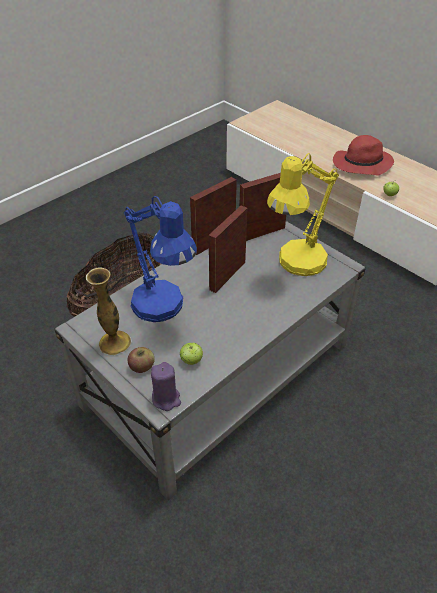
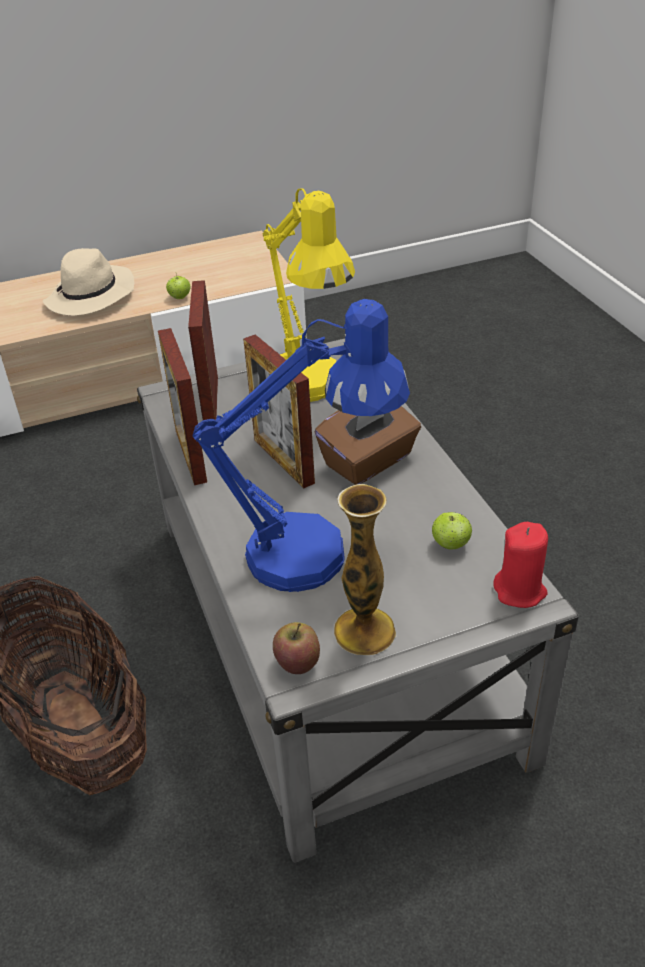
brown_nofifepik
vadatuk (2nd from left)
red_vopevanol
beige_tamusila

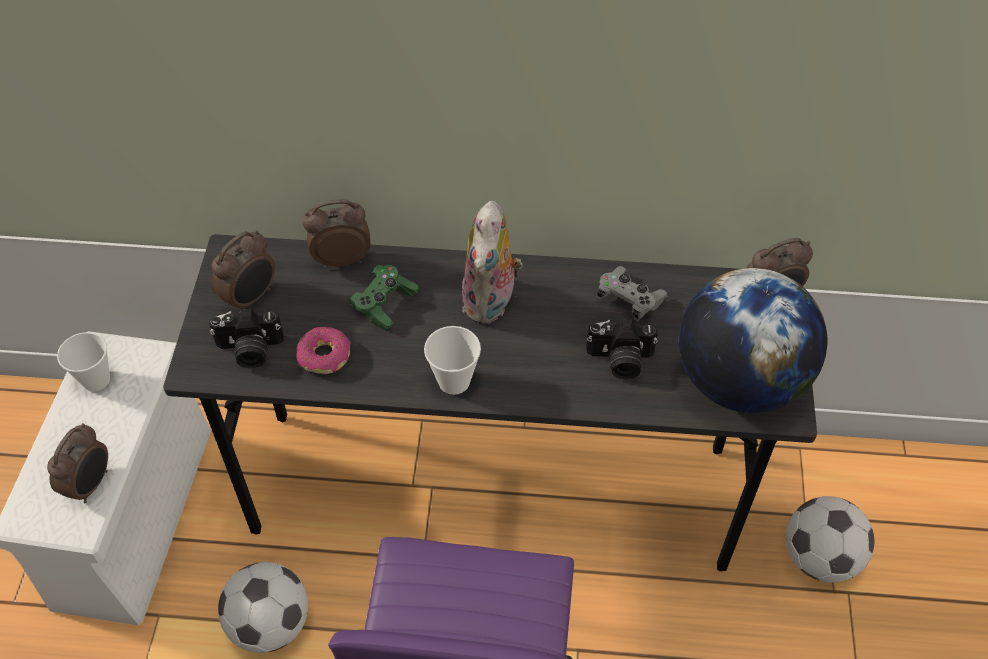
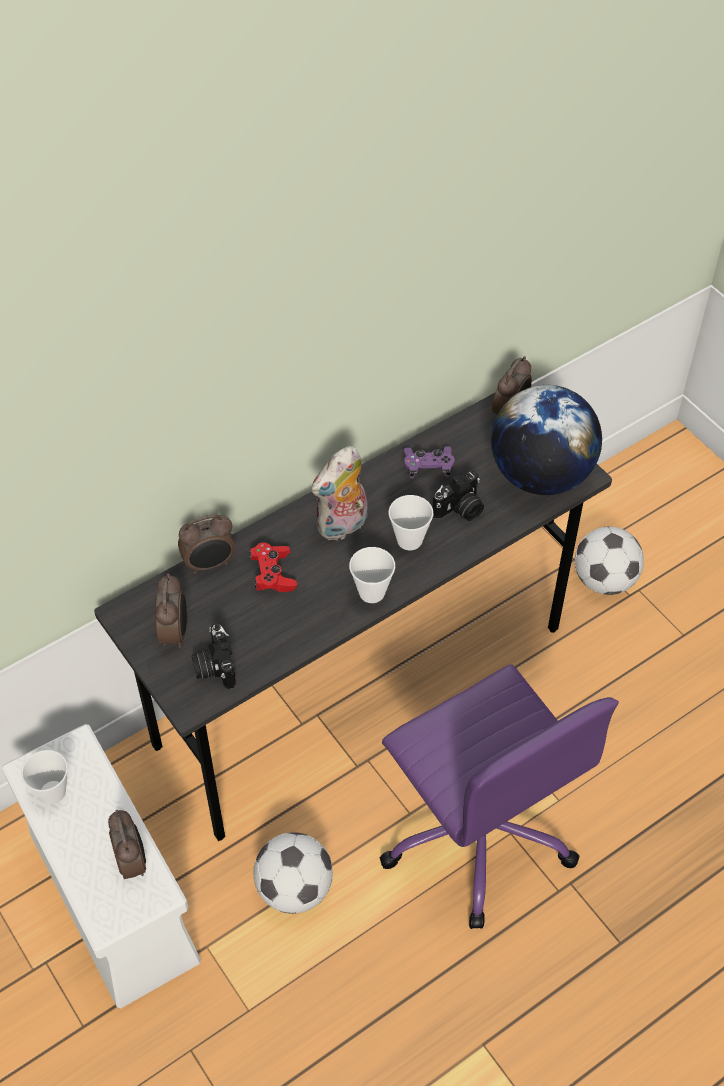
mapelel
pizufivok (3rd from left)
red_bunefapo
purple_bunefapo
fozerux (1st from left)
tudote (3rd from left)
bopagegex

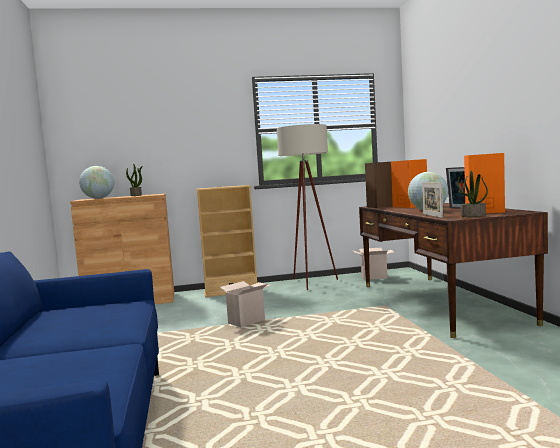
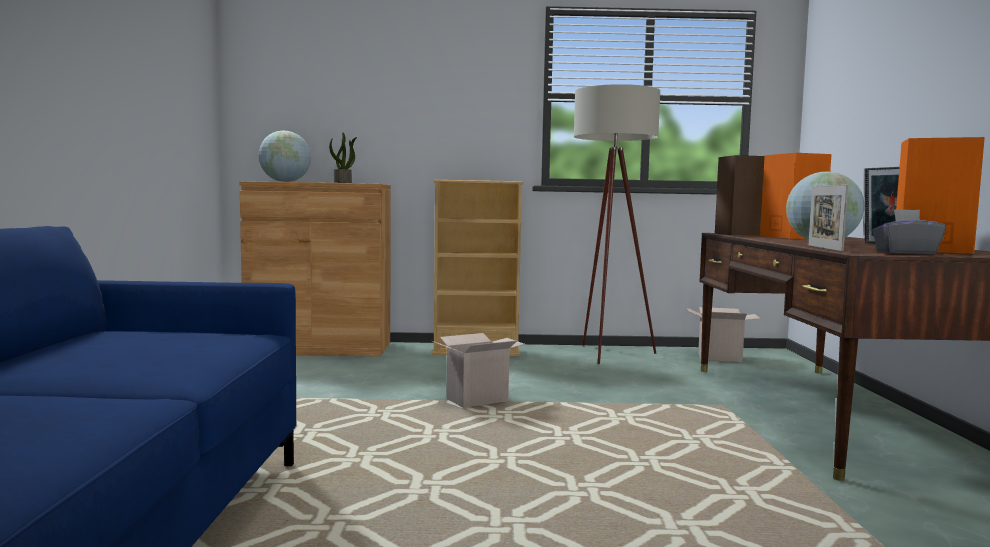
grey_nofifepik

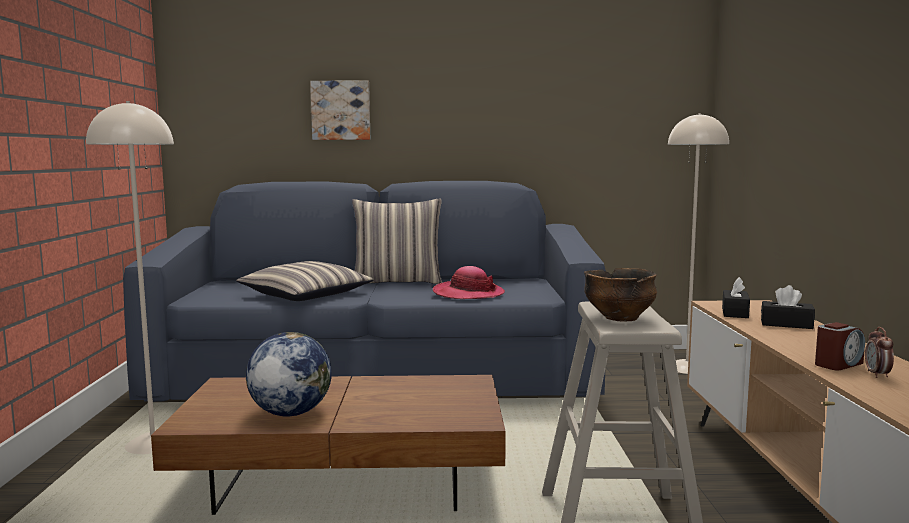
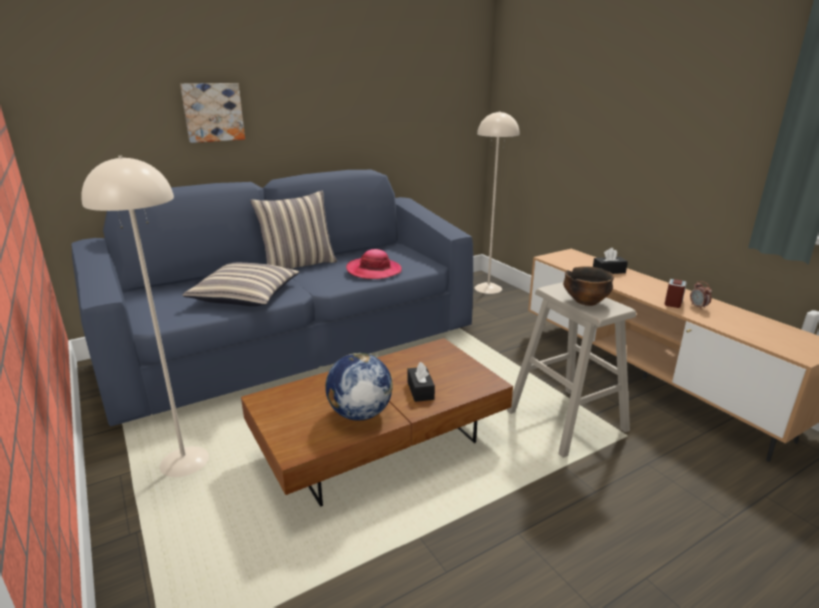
black_nofifepik (1st from left)

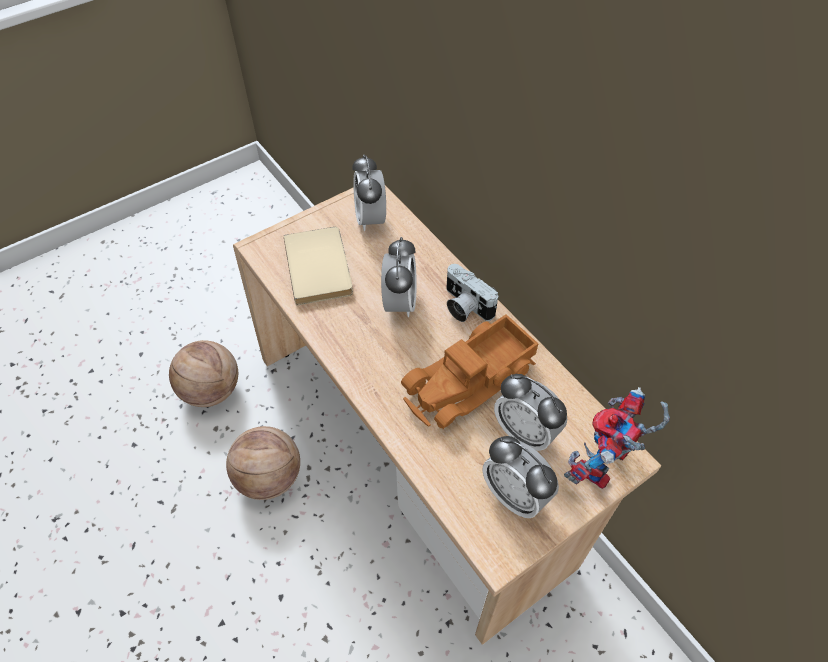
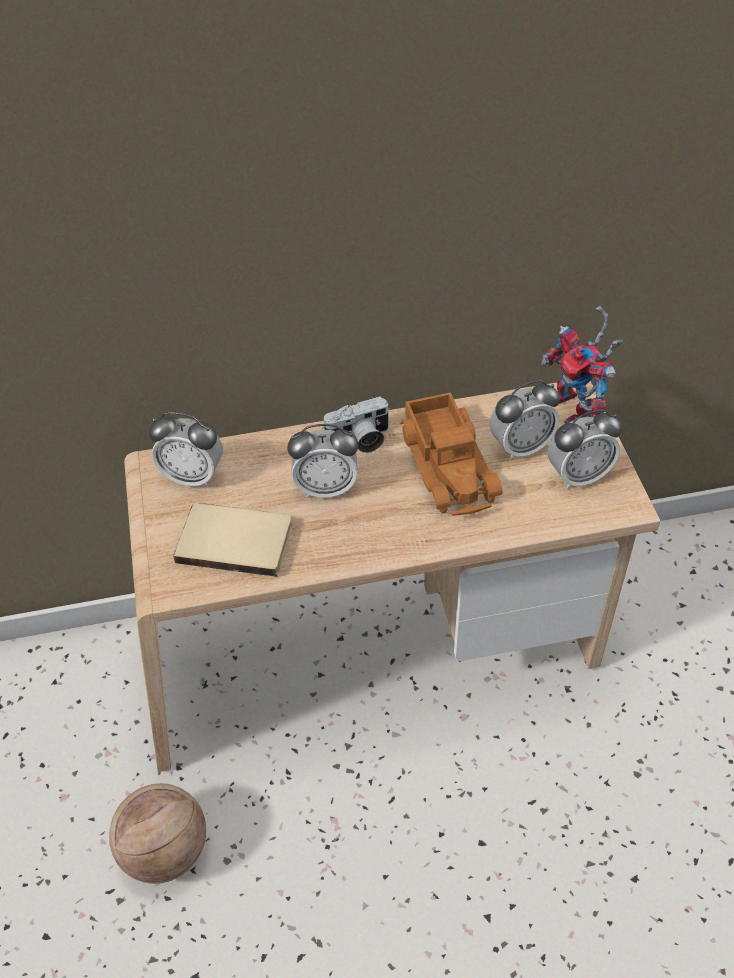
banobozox (2nd from left in the first image)
tudote (2nd from left)

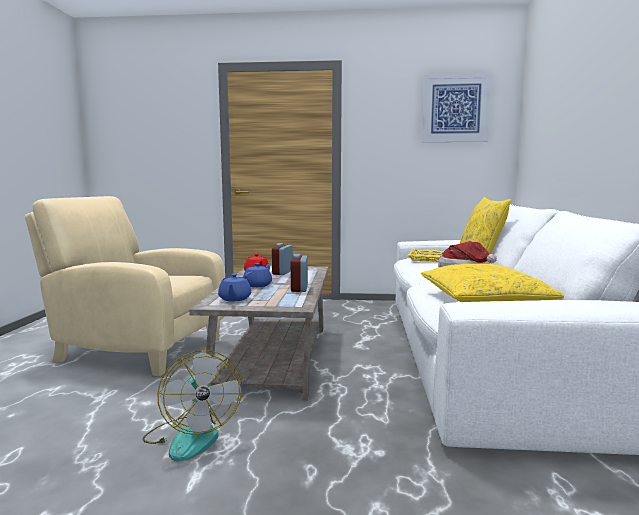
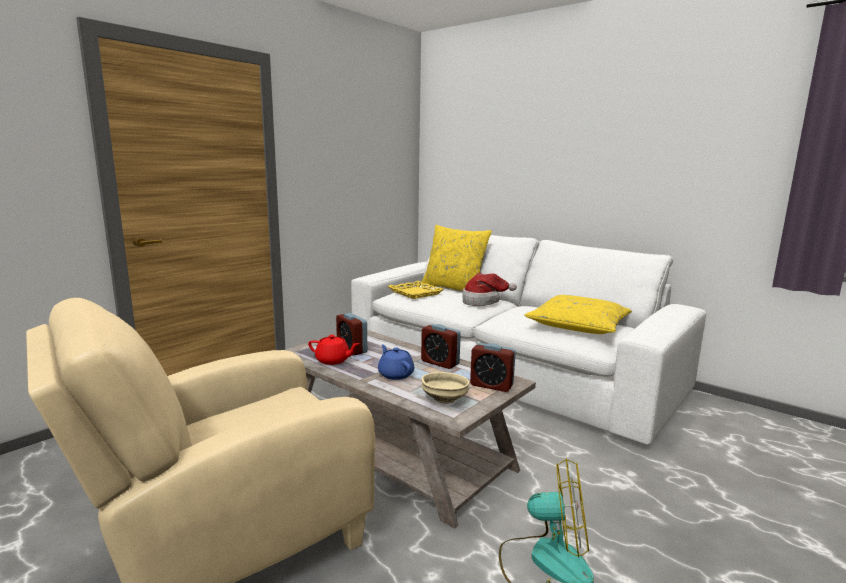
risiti
tudote (3rd from left)
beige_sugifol

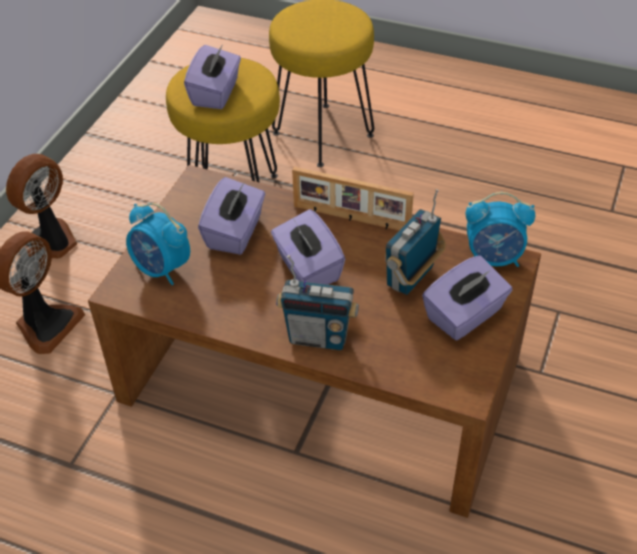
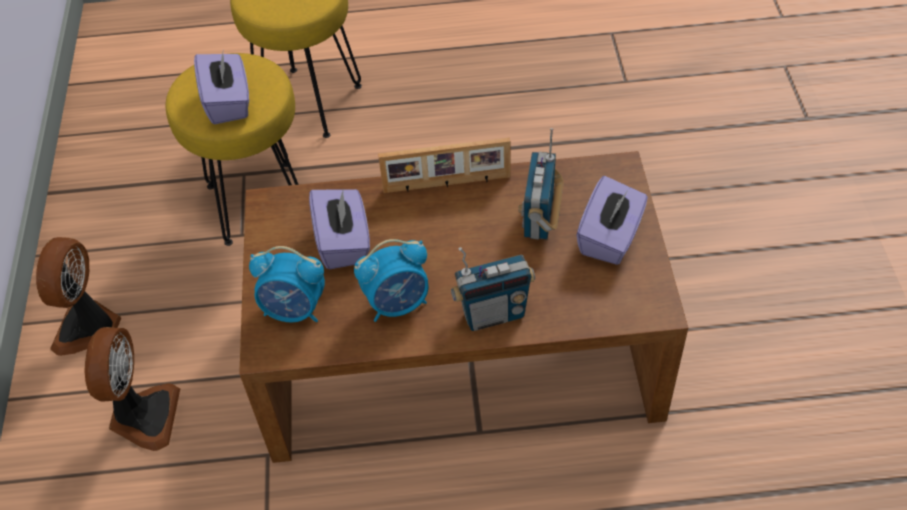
purple_nofifepik (3rd from left in the first image)
tudote (2nd from left)

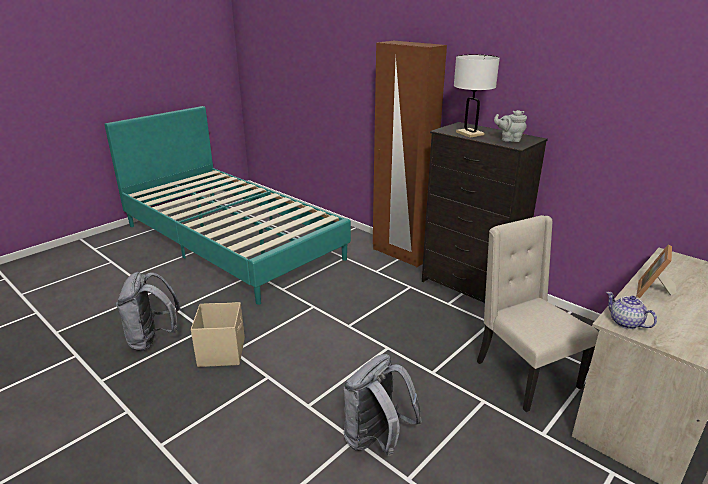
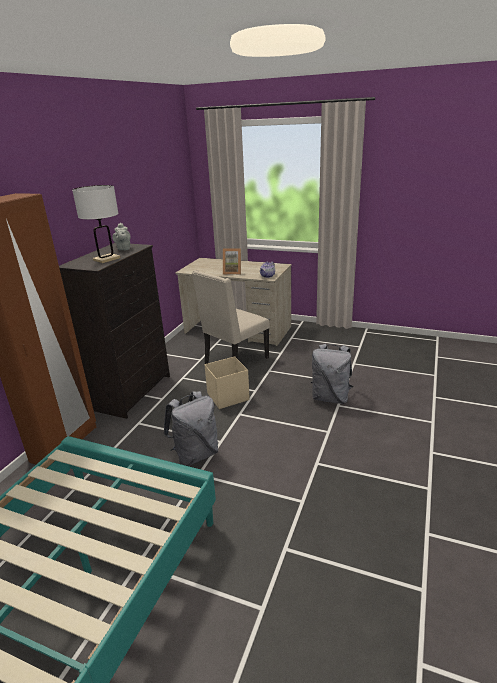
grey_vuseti (1st from left)
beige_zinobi

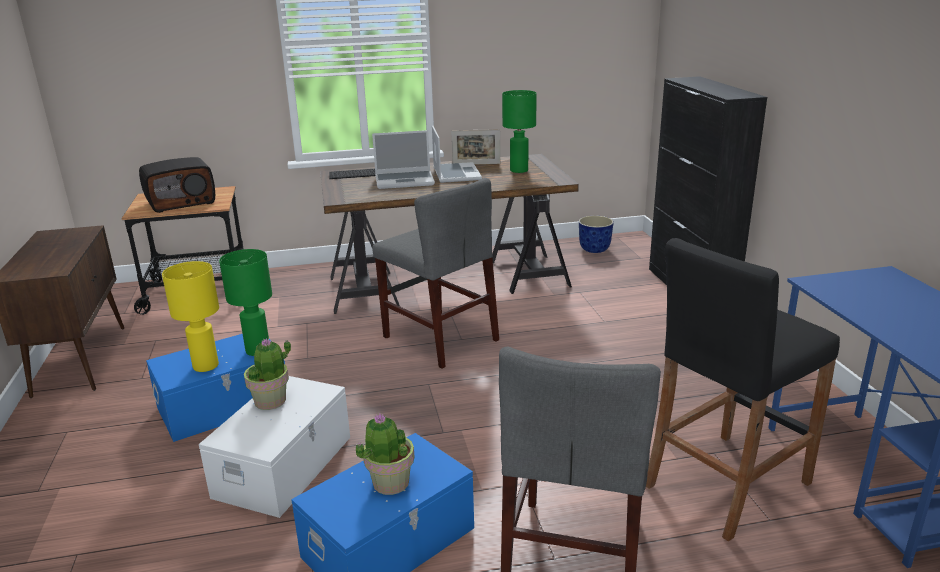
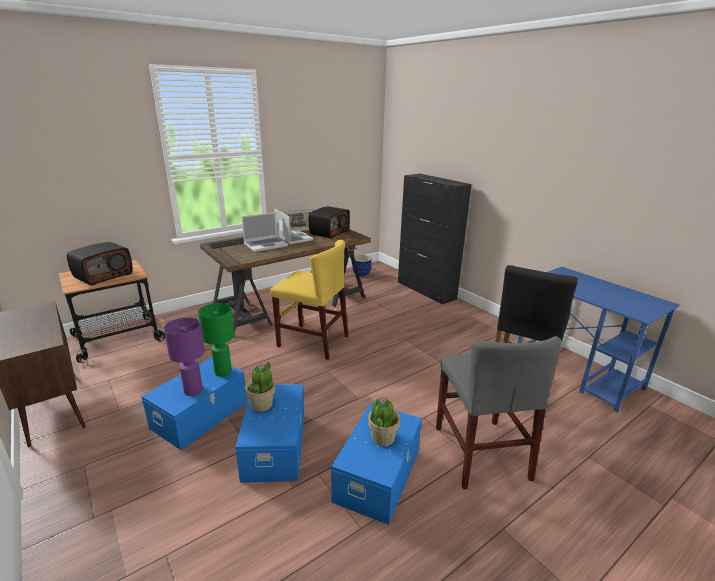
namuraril (2nd from left)
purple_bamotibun
blue_zinobi (2nd from left)
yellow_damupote

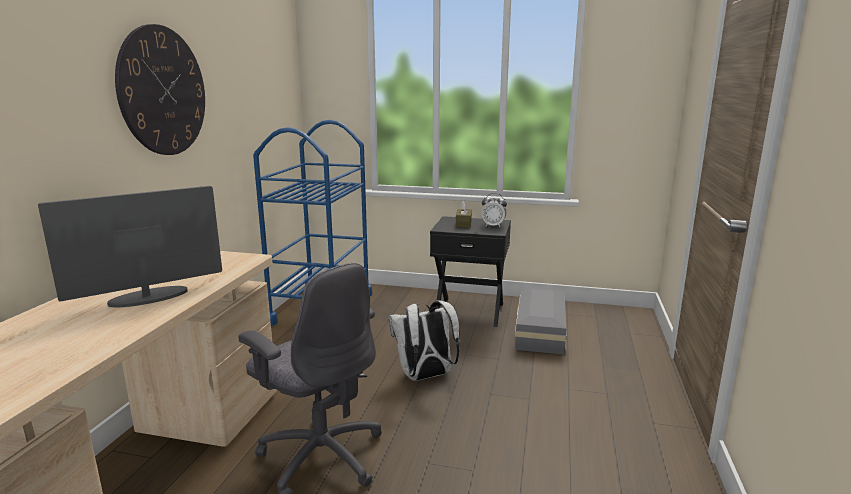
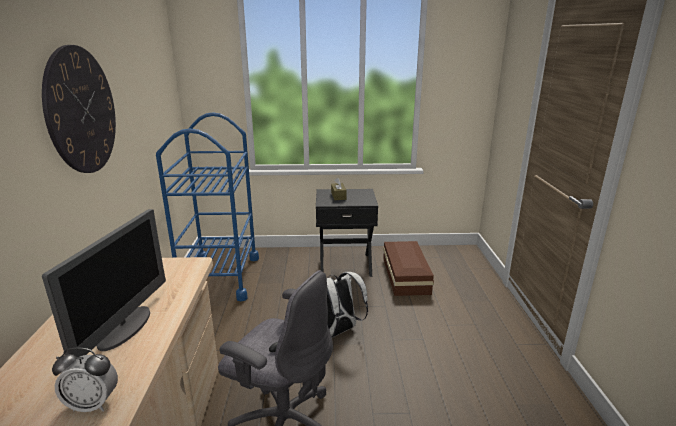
tudote
brown_zinobi
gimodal

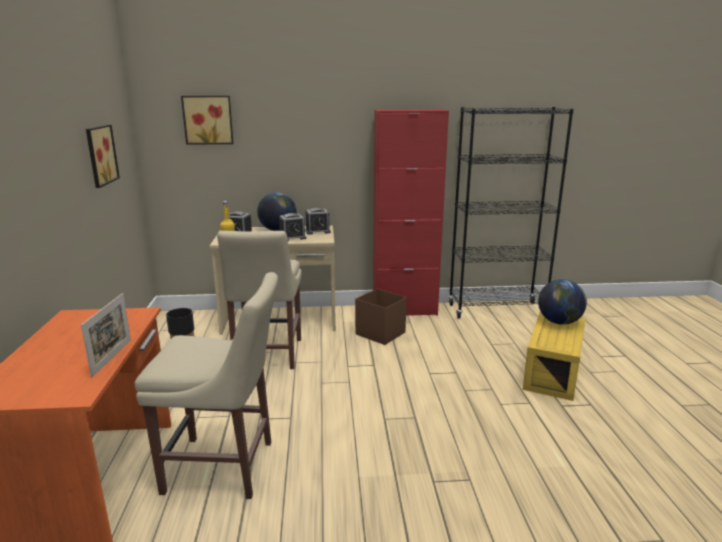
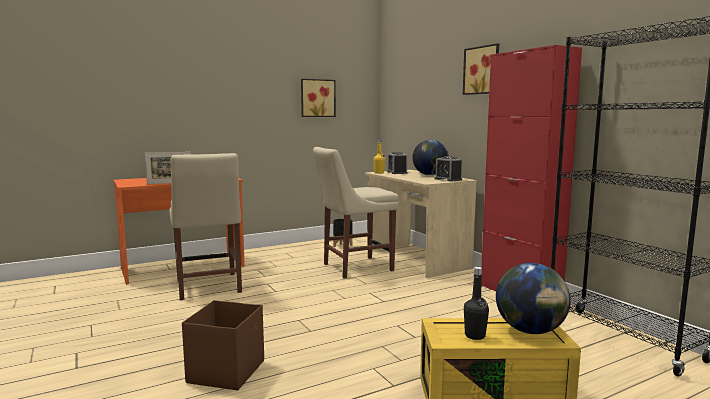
tudote (2nd from left in the first image)
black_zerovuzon
risiti (2nd from left)
brown_zinobi

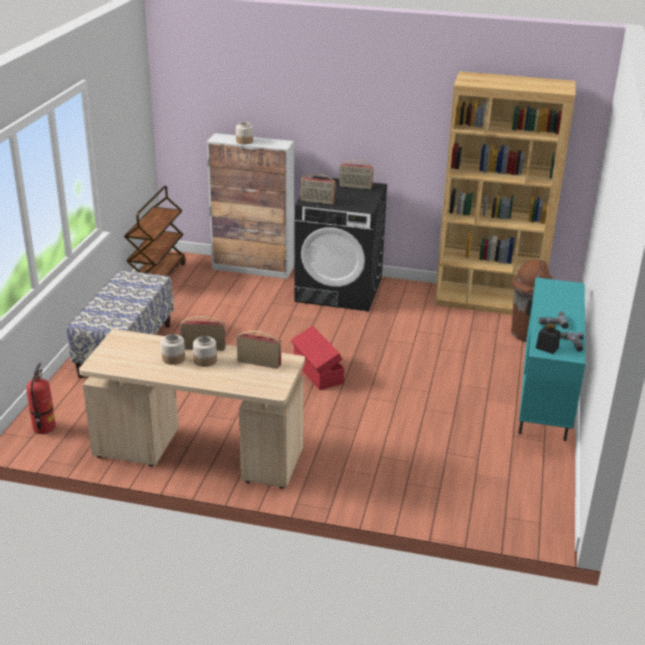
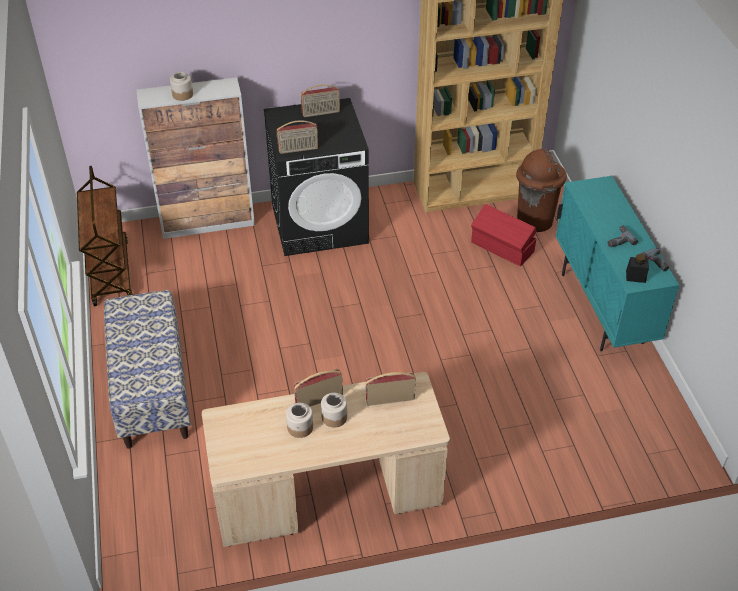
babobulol
red_zinobi

